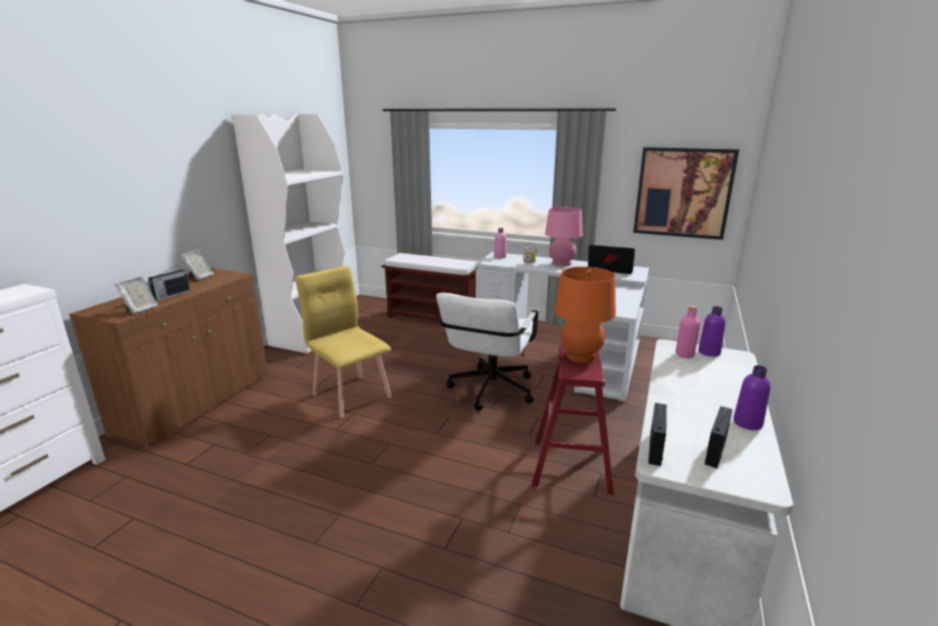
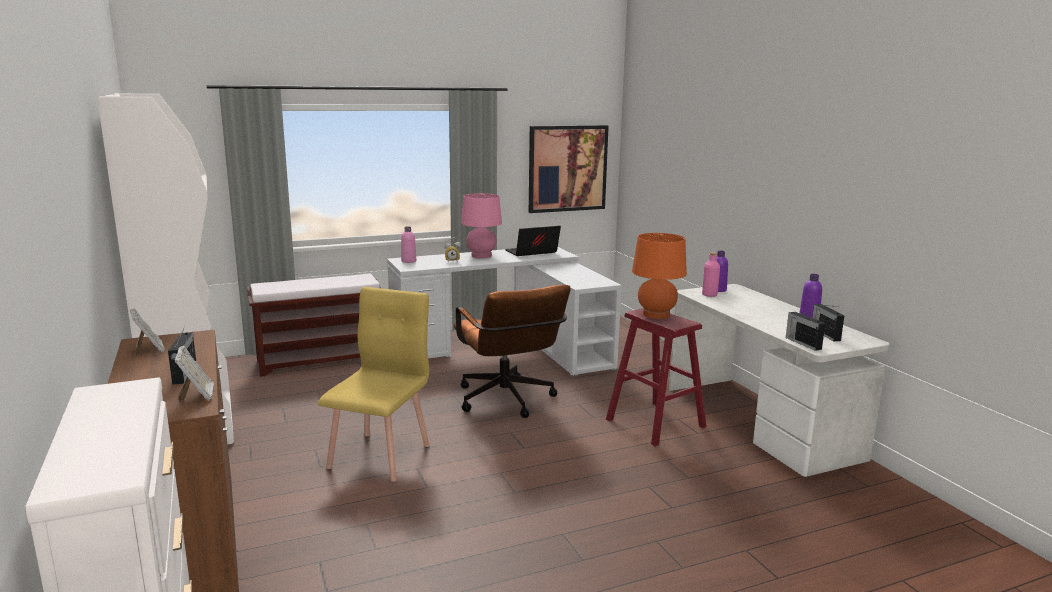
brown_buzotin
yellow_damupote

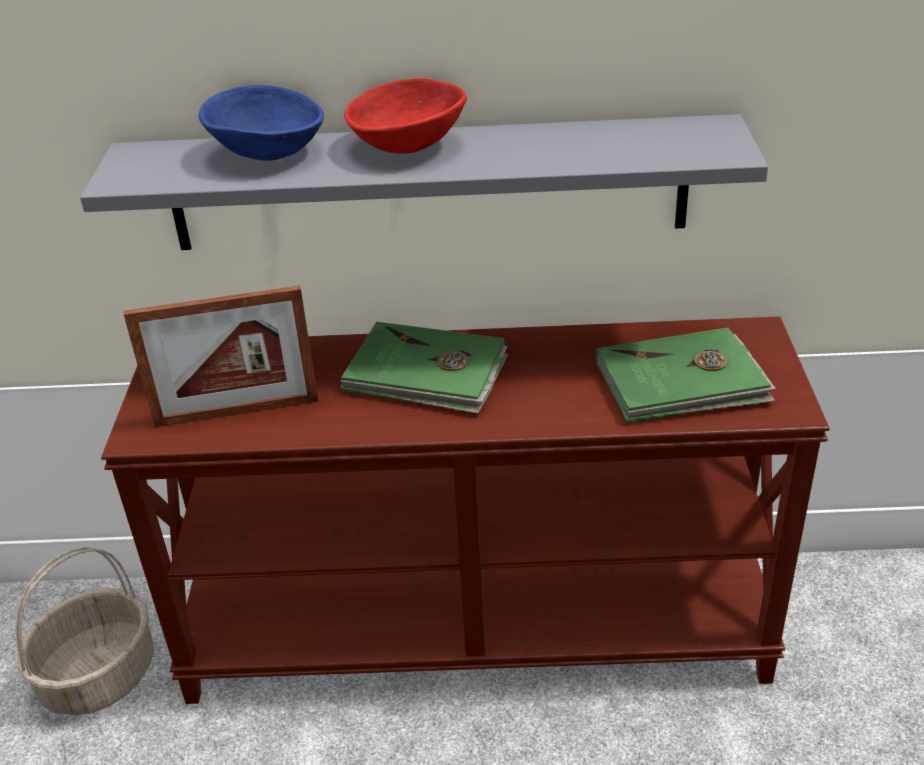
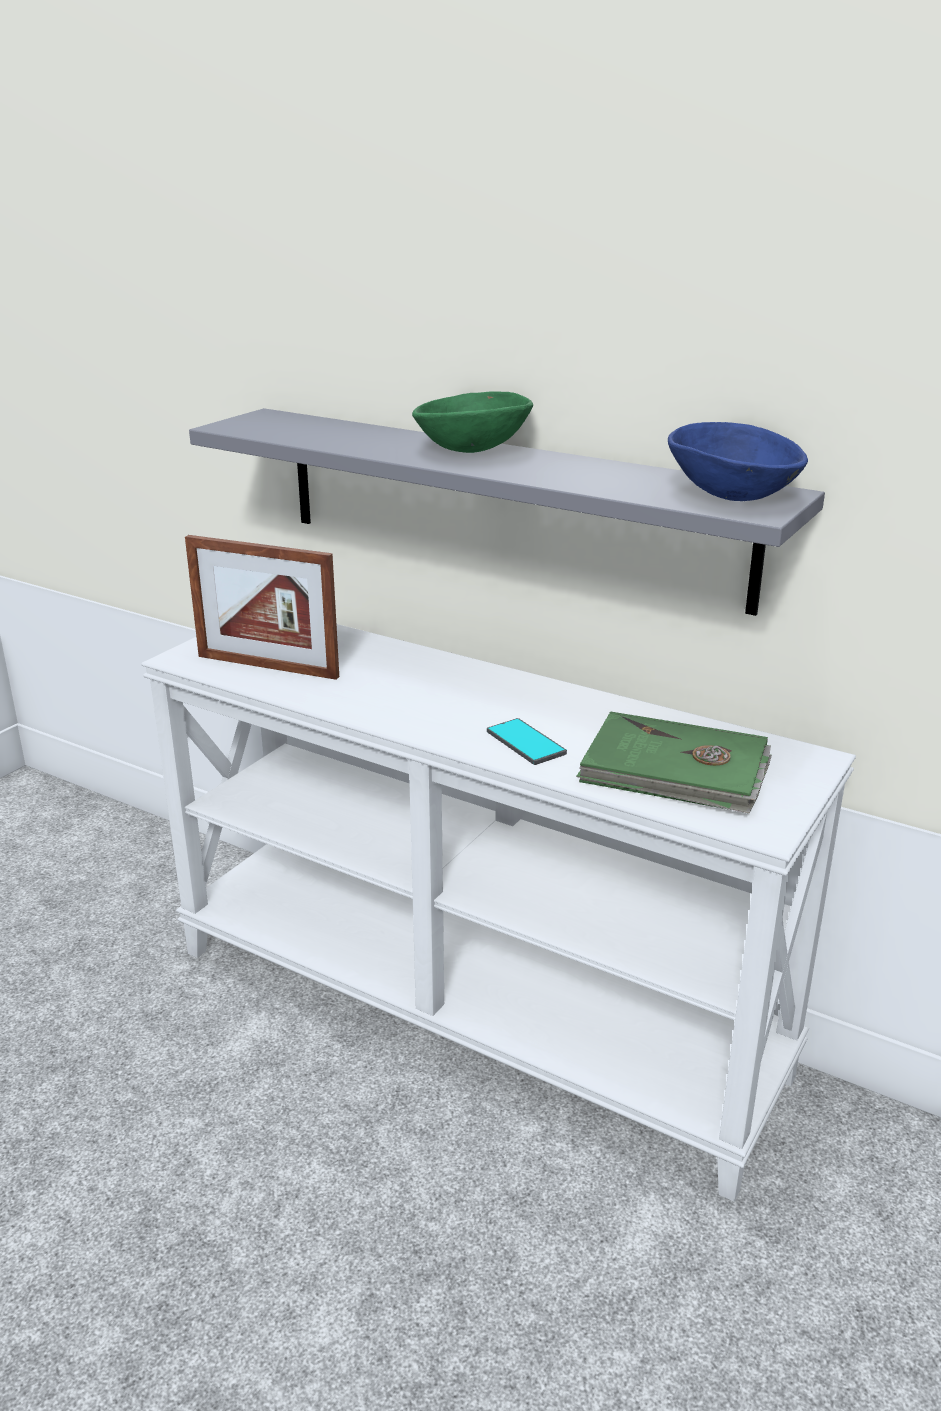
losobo
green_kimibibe (1st from left in the first image)
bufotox
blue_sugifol
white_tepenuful
green_sugifol

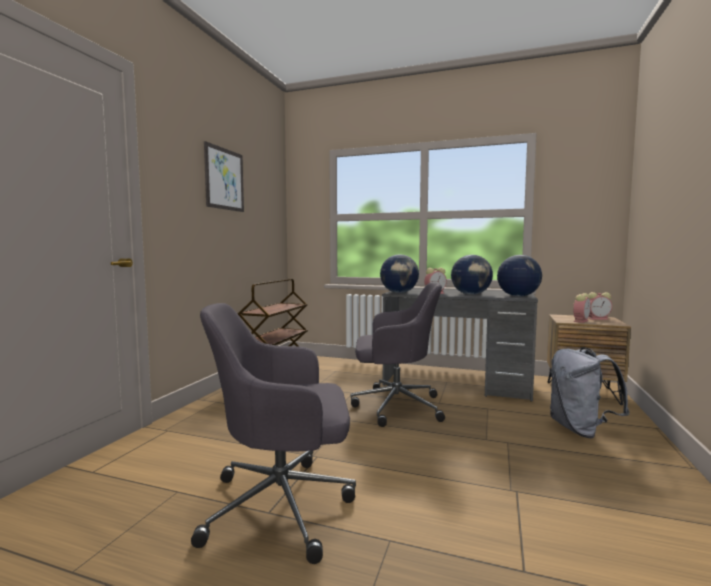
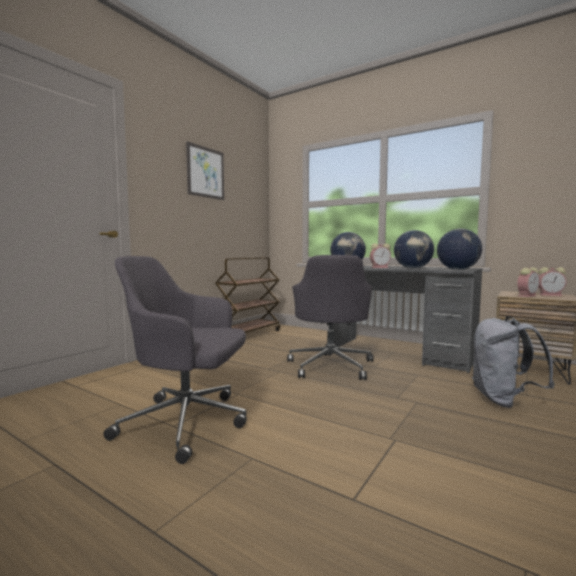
grey_buzotin (2nd from left)

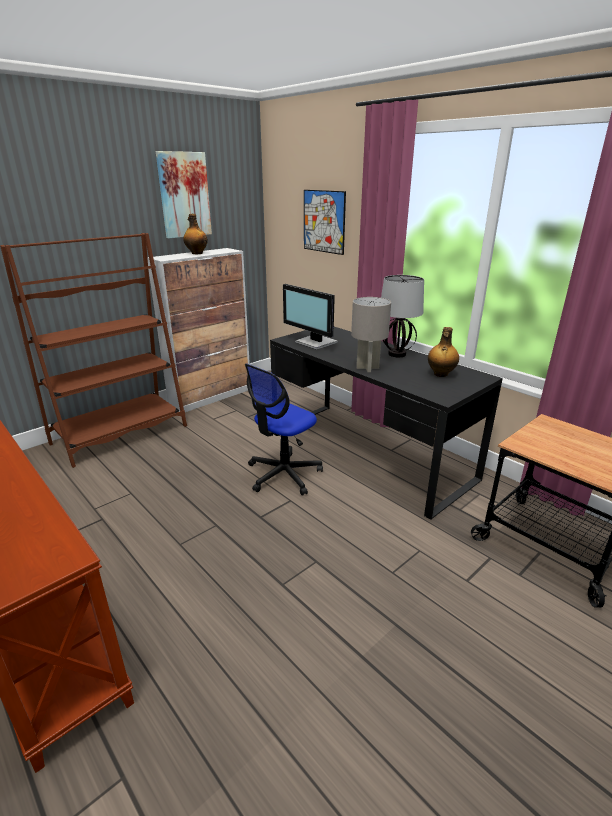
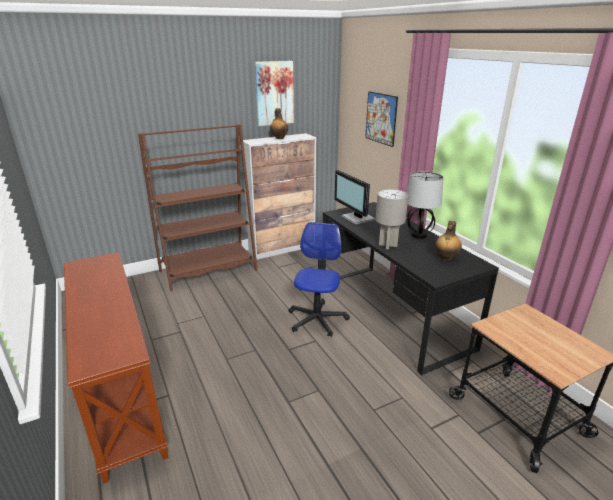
buzotin

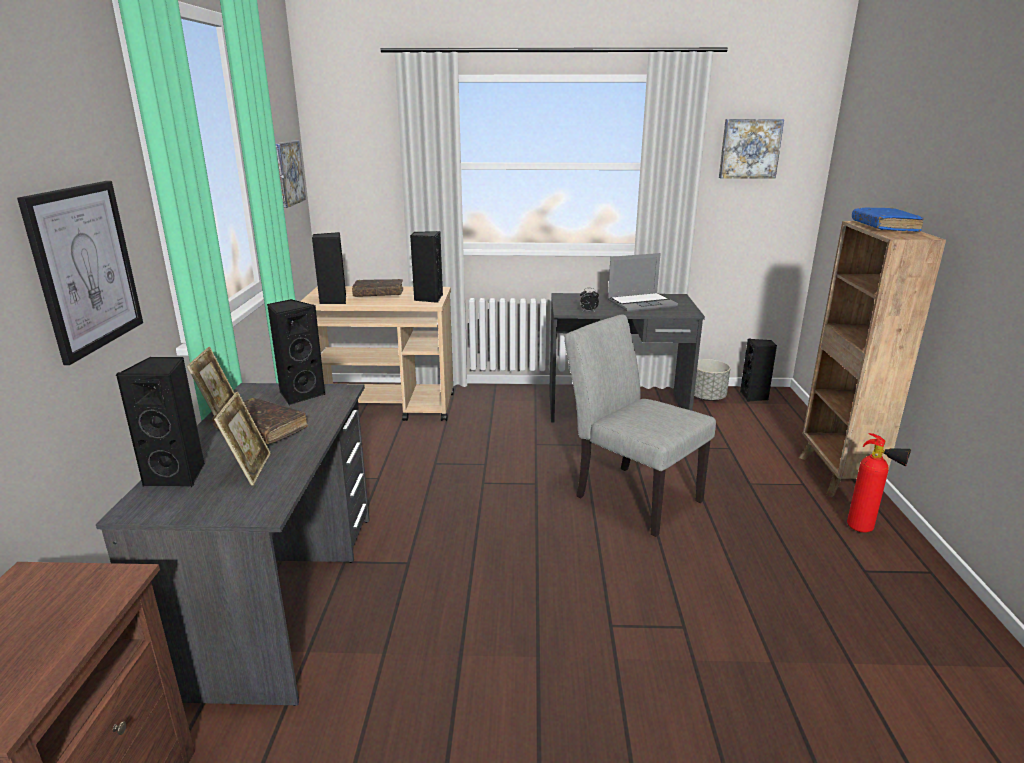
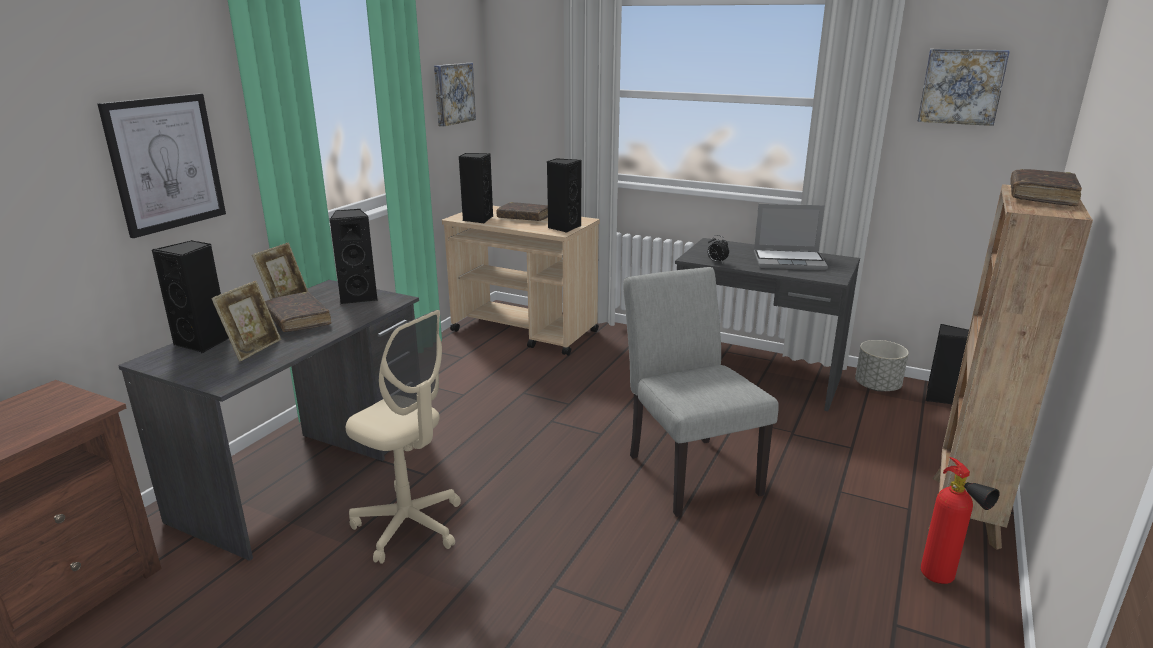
beige_buzotin
brown_kimibibe (3rd from left)

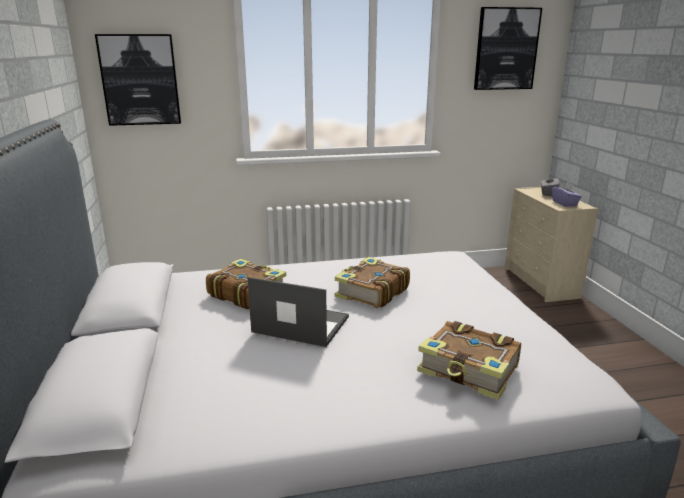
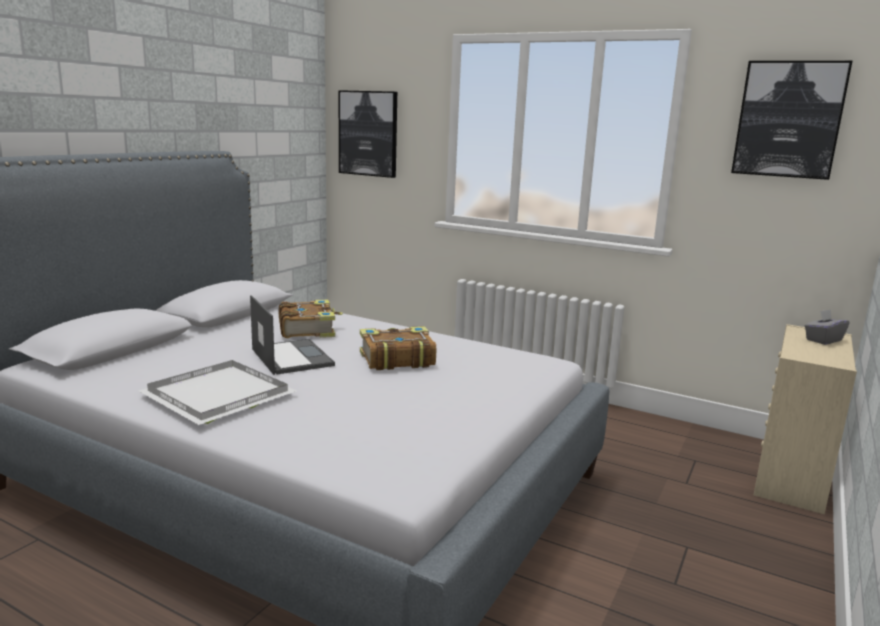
kimibibe (3rd from left in the first image)
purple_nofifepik
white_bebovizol

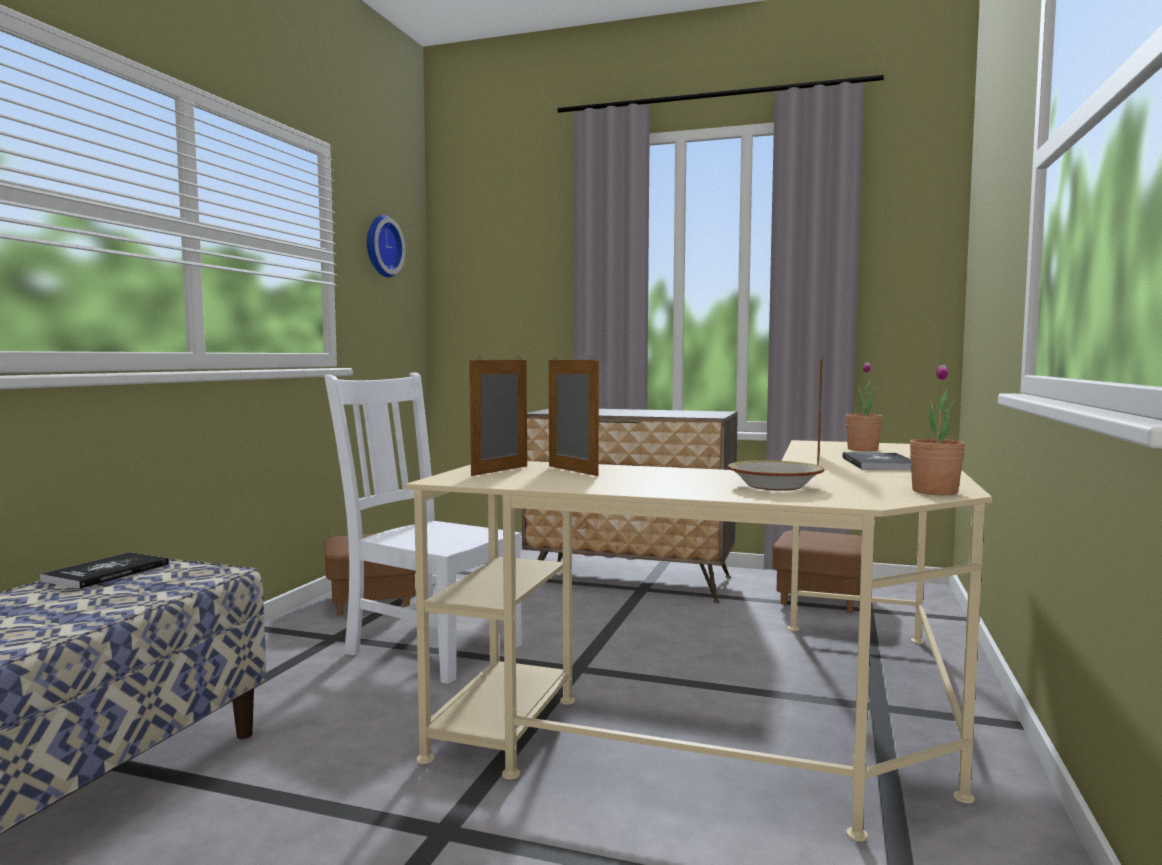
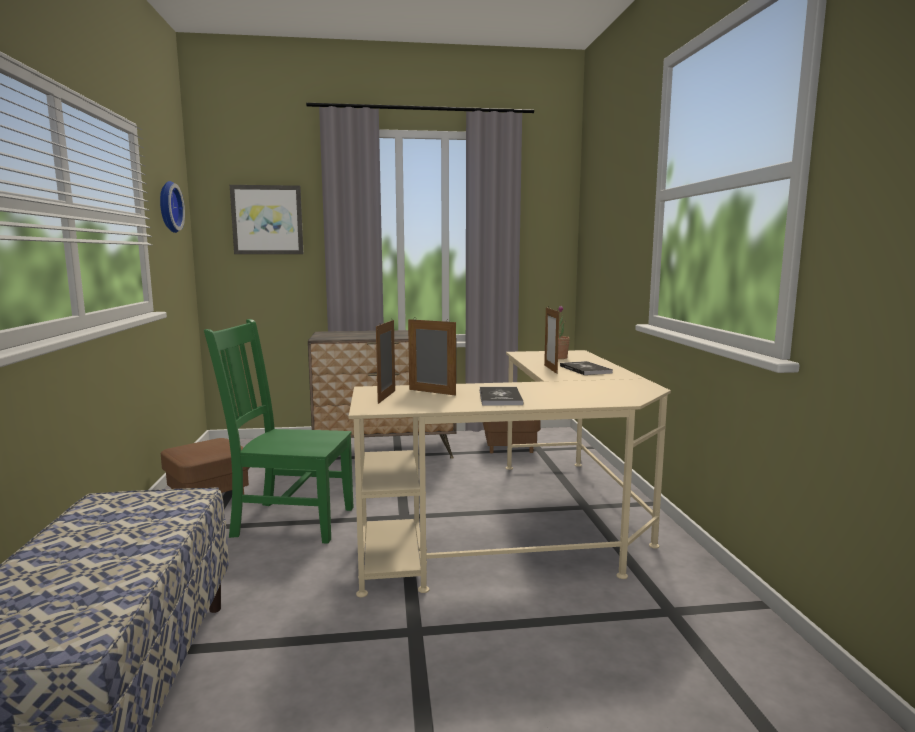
sugifol
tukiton (2nd from left in the first image)
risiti
kimibibe (1st from left)
green_damupote

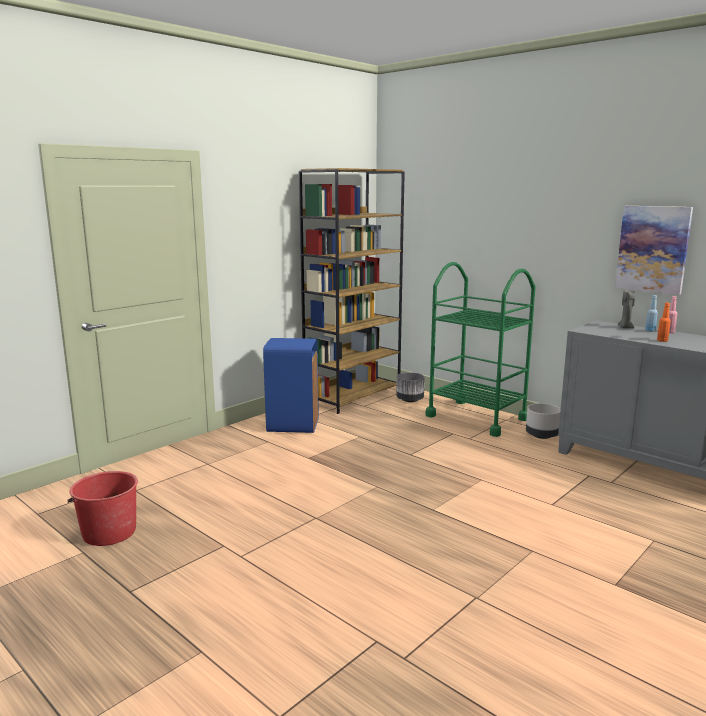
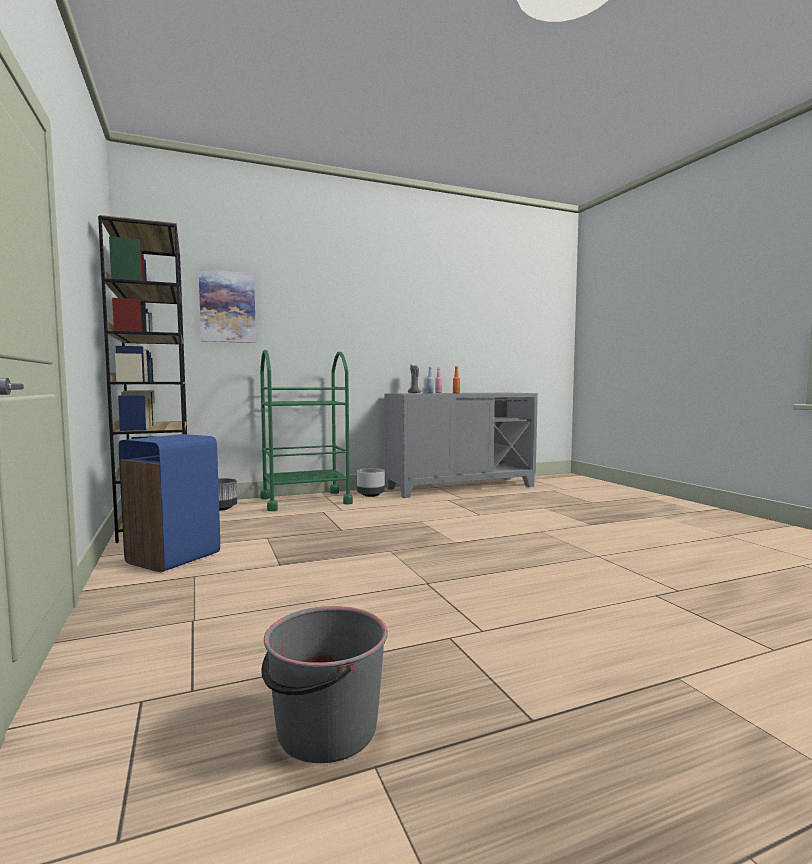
risiti
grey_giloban

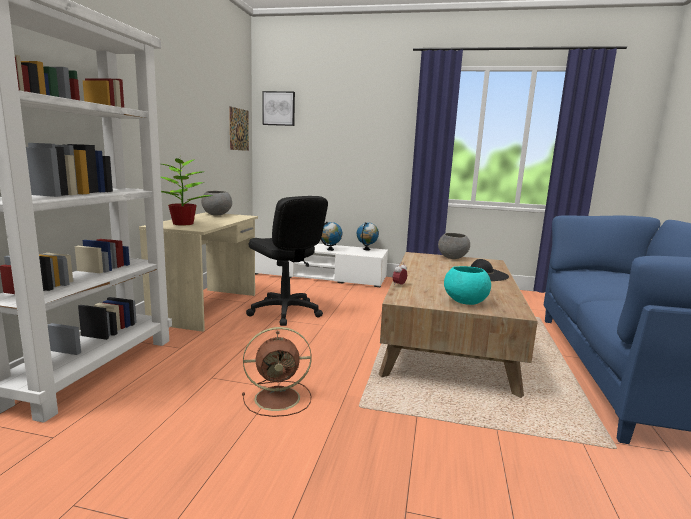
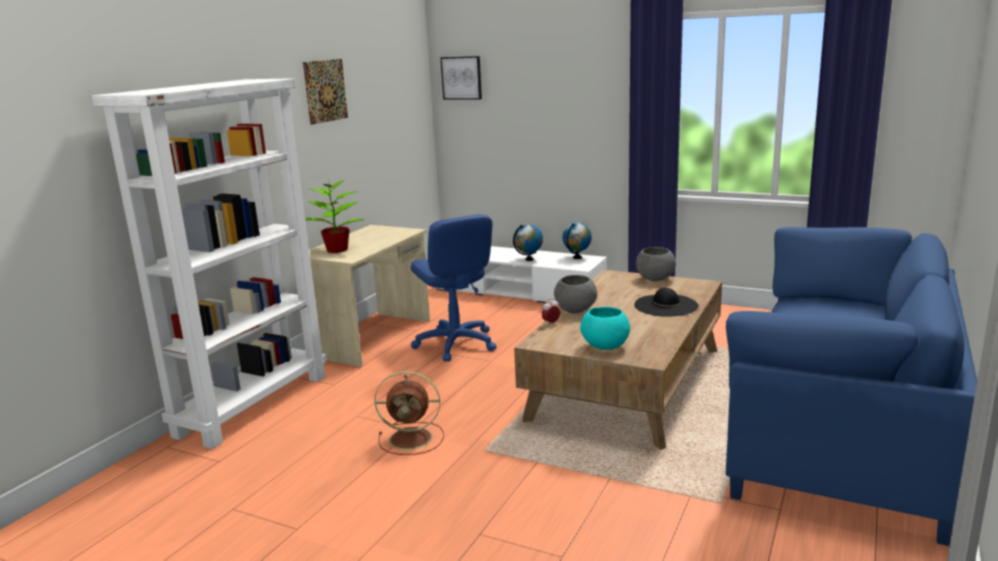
grey_sugifol (1st from left)
risiti (1st from left)
blue_buzotin

